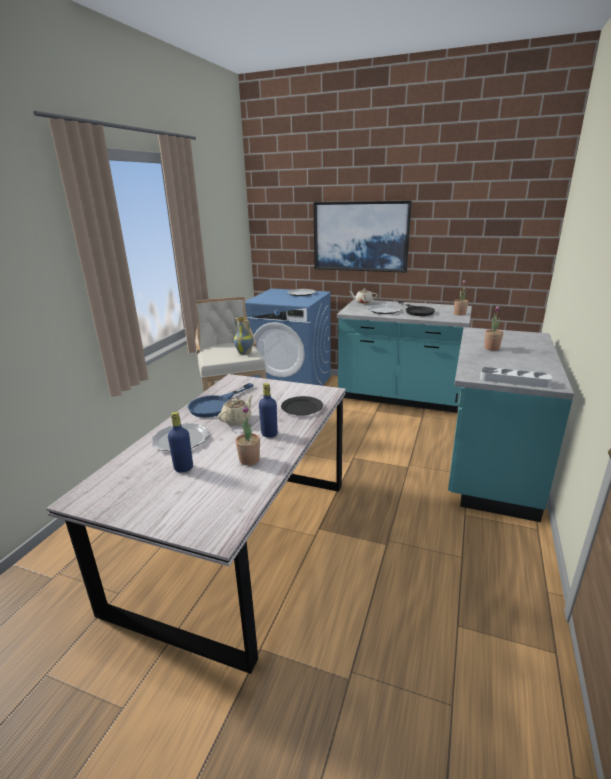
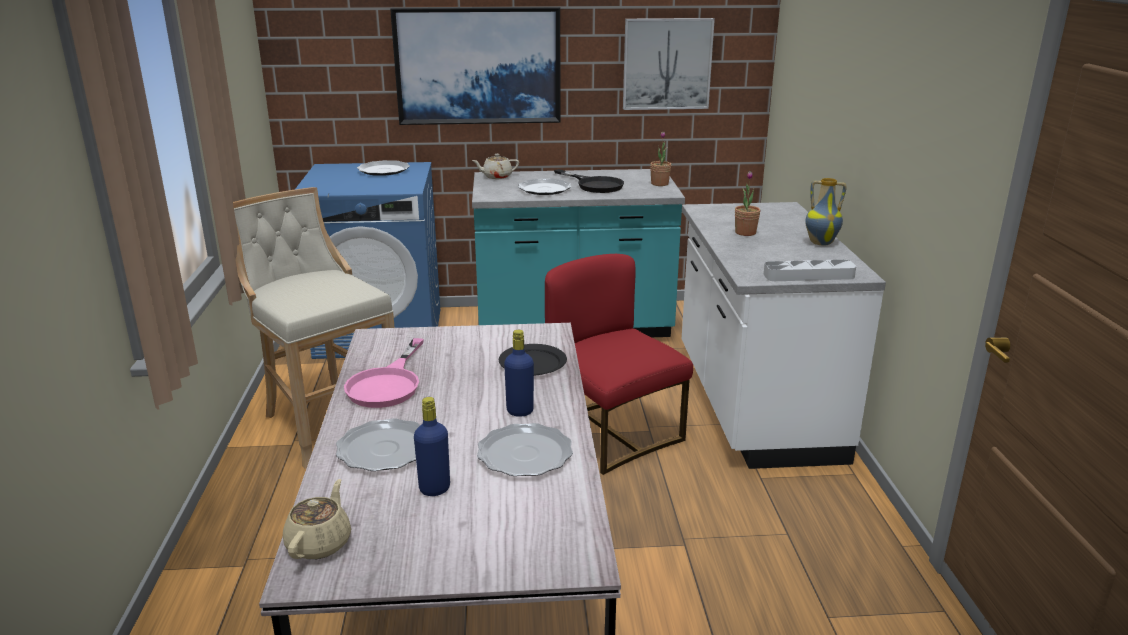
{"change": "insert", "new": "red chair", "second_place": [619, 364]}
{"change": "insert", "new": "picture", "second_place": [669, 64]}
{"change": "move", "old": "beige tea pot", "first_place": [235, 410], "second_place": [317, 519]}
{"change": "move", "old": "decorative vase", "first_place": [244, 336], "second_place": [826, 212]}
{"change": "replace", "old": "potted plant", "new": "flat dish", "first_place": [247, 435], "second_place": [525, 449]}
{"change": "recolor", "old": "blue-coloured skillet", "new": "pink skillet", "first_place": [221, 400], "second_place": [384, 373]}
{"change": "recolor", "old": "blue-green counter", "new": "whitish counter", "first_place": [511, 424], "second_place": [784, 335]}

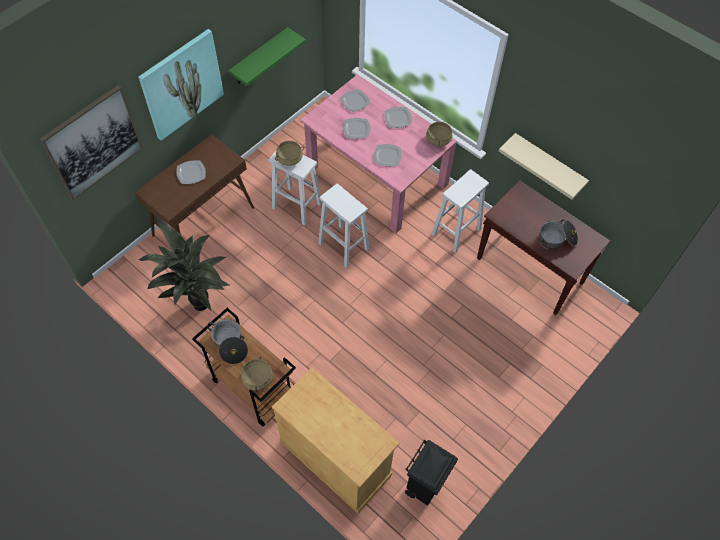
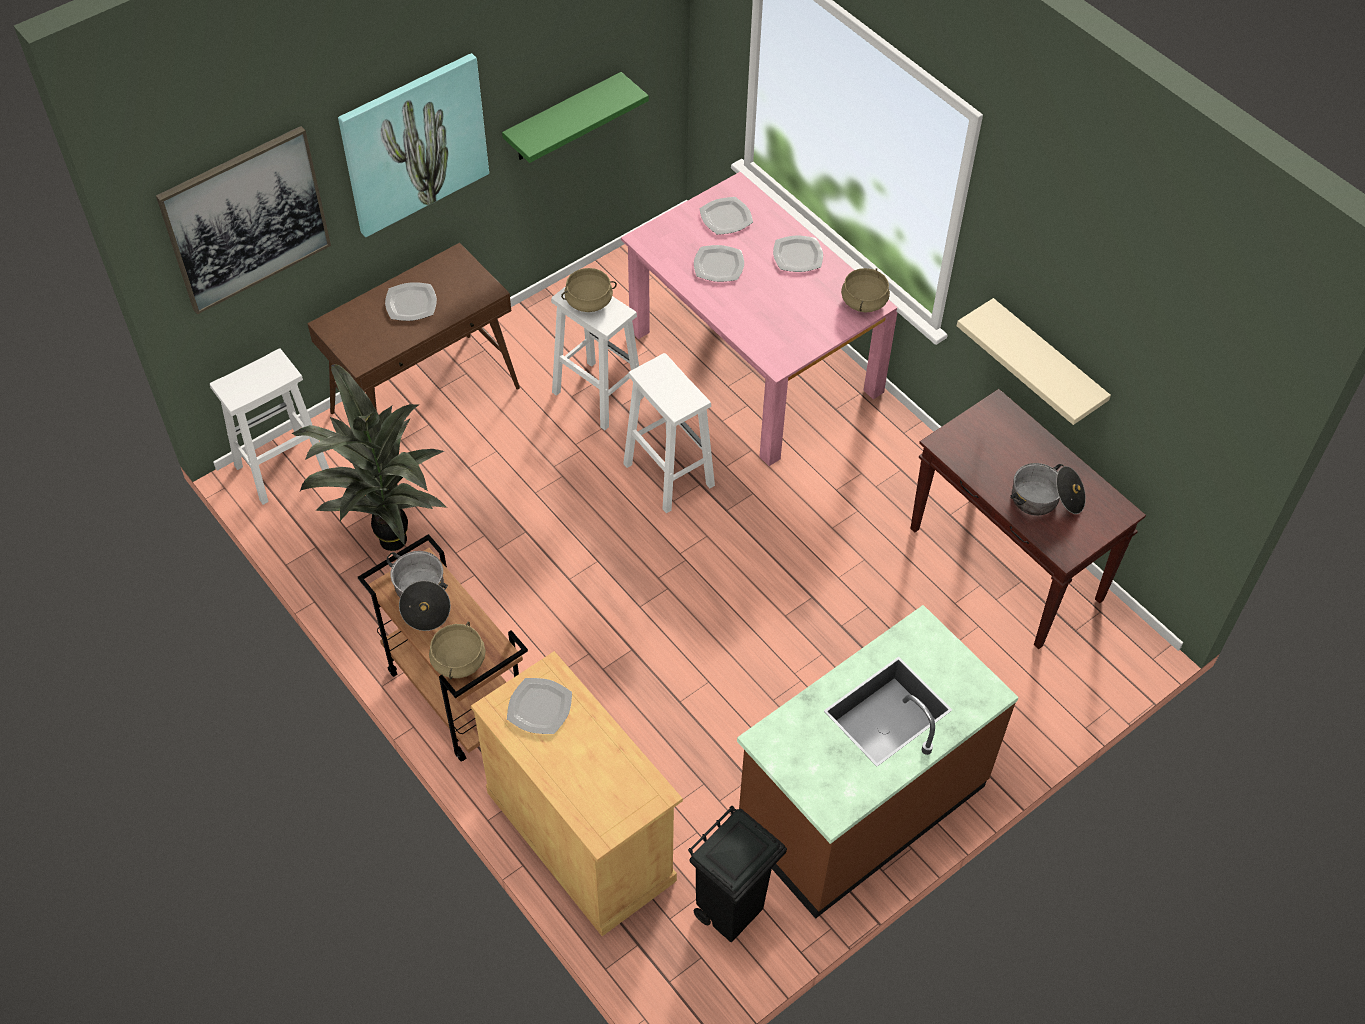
{"change": "insert", "new": "brown-coloured counter", "second_place": [878, 762]}
{"change": "move", "old": "flat dish", "first_place": [388, 155], "second_place": [539, 706]}
{"change": "move", "old": "whitish sitting stool", "first_place": [460, 211], "second_place": [269, 427]}

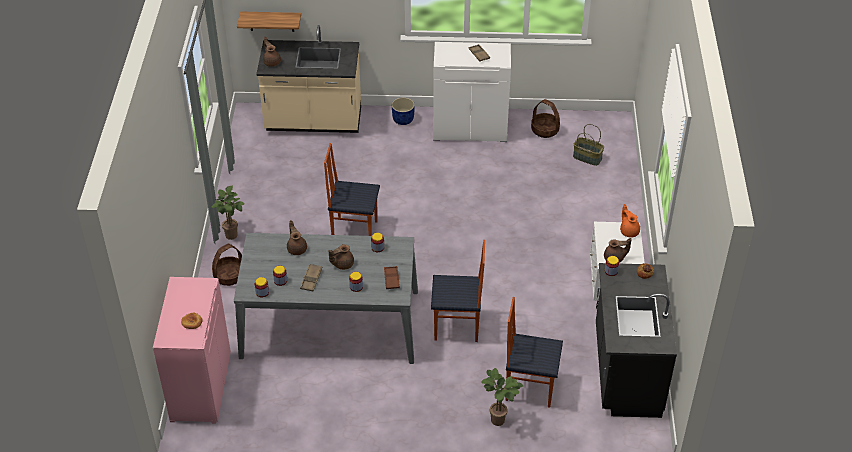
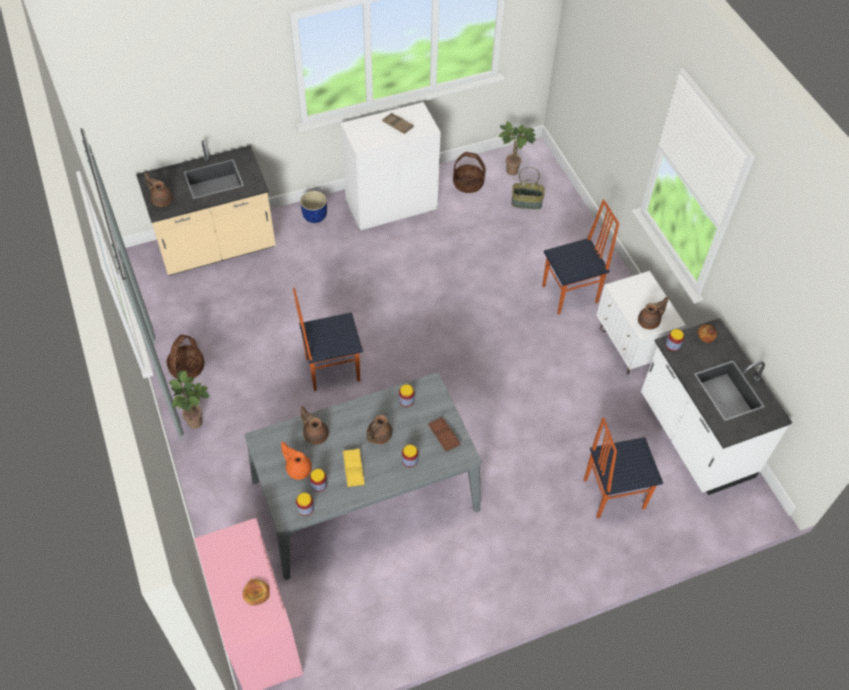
{"change": "delete", "old": "wall shelf", "first_place": [269, 22]}
{"change": "move", "old": "storage basket", "first_place": [227, 265], "second_place": [186, 356]}
{"change": "move", "old": "chair", "first_place": [458, 291], "second_place": [580, 257]}
{"change": "move", "old": "potted plant", "first_place": [502, 397], "second_place": [517, 148]}
{"change": "move", "old": "orangey tea pot", "first_place": [630, 220], "second_place": [296, 461]}
{"change": "recolor", "old": "brown-coloured carrying tray", "new": "yellow-coloured carrying tray", "first_place": [311, 277], "second_place": [354, 468]}
{"change": "recolor", "old": "black-coloured counter", "new": "whitish counter", "first_place": [636, 340], "second_place": [716, 406]}

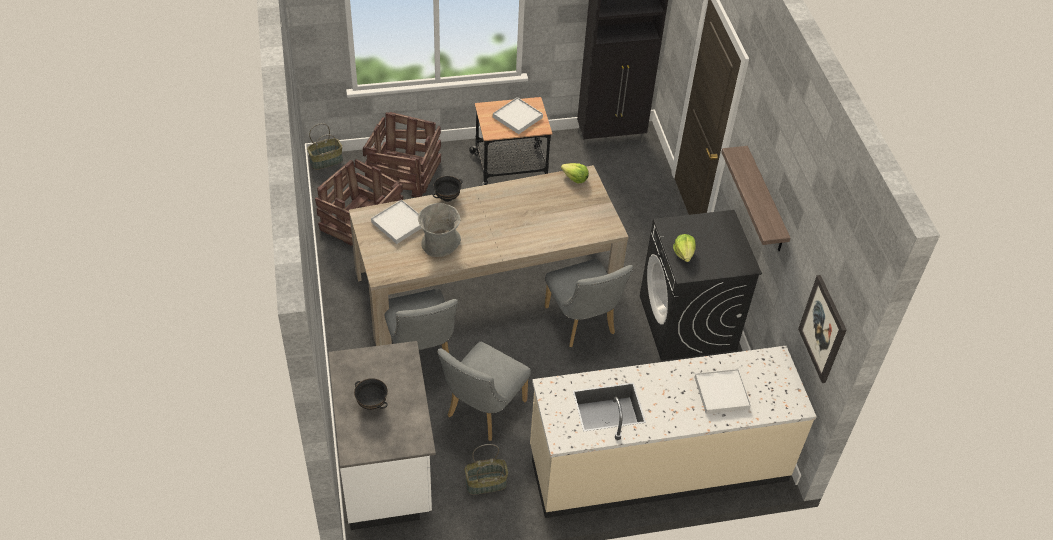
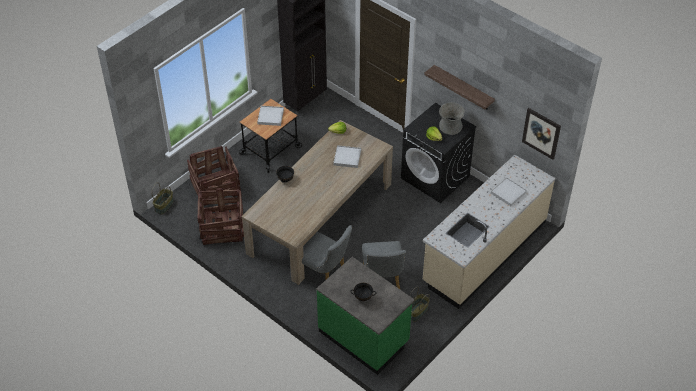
{"change": "delete", "old": "grey chair", "first_place": [589, 303]}
{"change": "move", "old": "whitish carrying tray", "first_place": [396, 222], "second_place": [347, 156]}
{"change": "move", "old": "grey decorative vase", "first_place": [439, 230], "second_place": [452, 118]}
{"change": "recolor", "old": "whitish counter", "new": "green counter", "first_place": [382, 435], "second_place": [365, 316]}

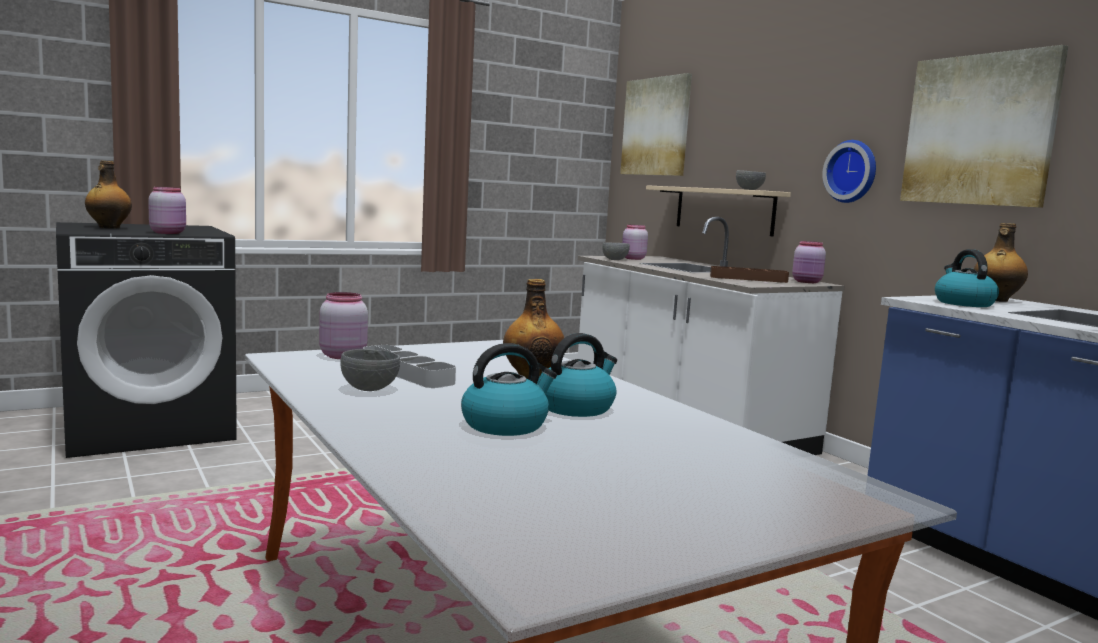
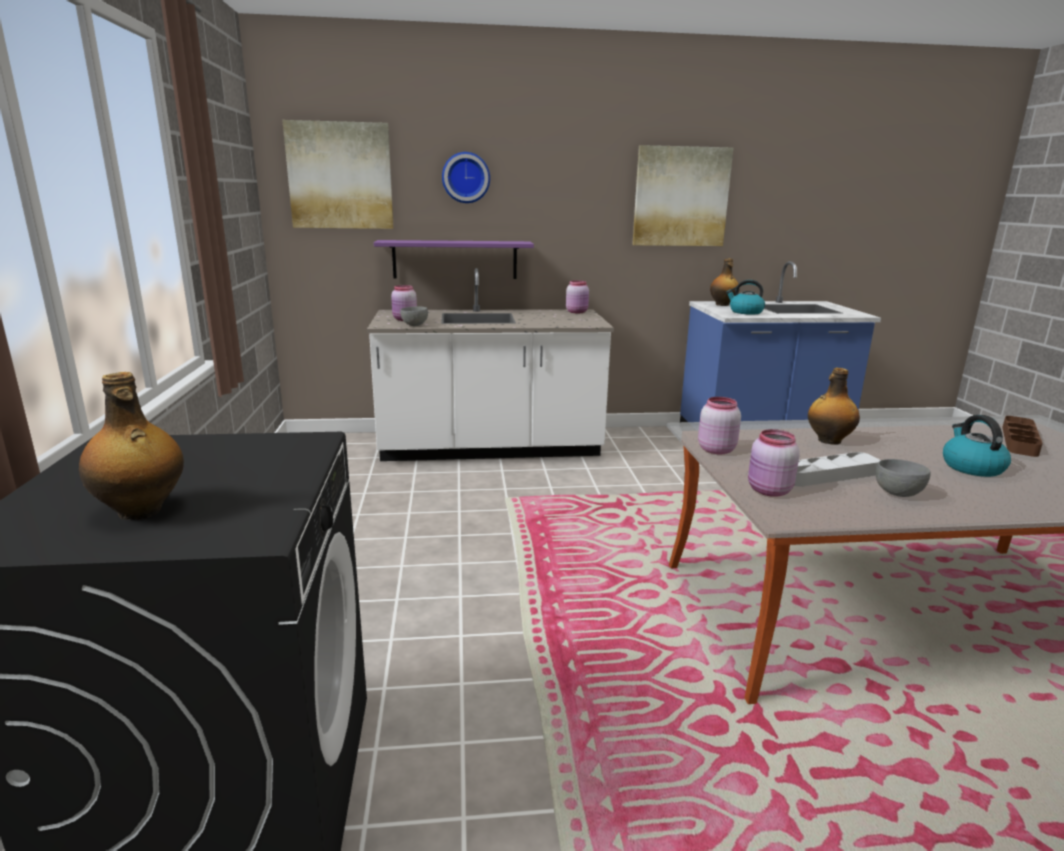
{"change": "delete", "old": "kettle", "first_place": [581, 375]}
{"change": "delete", "old": "grey serving bowl", "first_place": [751, 180]}
{"change": "move", "old": "pink jar", "first_place": [167, 210], "second_place": [719, 425]}
{"change": "move", "old": "brown-coloured carrying tray", "first_place": [749, 274], "second_place": [1022, 436]}
{"change": "move", "old": "wall clock", "first_place": [849, 171], "second_place": [466, 177]}
{"change": "recolor", "old": "beige wall shelf", "new": "purple wall shelf", "first_place": [718, 211], "second_place": [454, 259]}

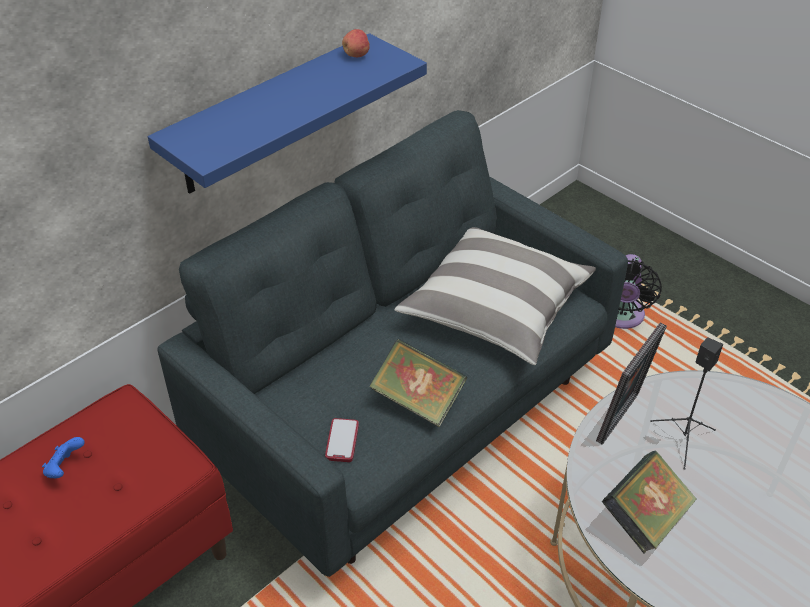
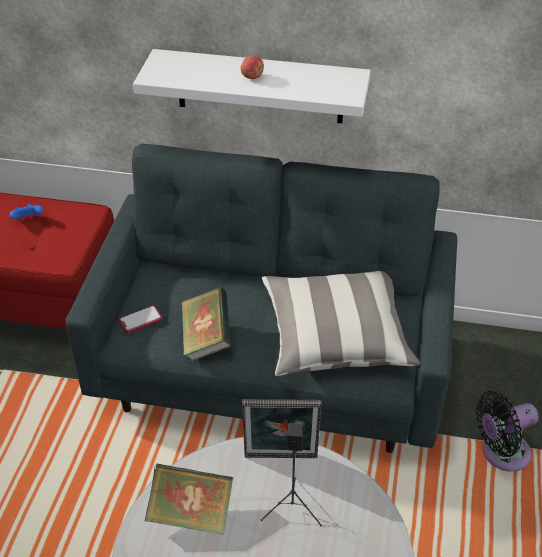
{"change": "move", "old": "whole apple", "first_place": [356, 43], "second_place": [252, 67]}
{"change": "recolor", "old": "blue-coloured wall shelf", "new": "whitish wall shelf", "first_place": [287, 113], "second_place": [252, 86]}

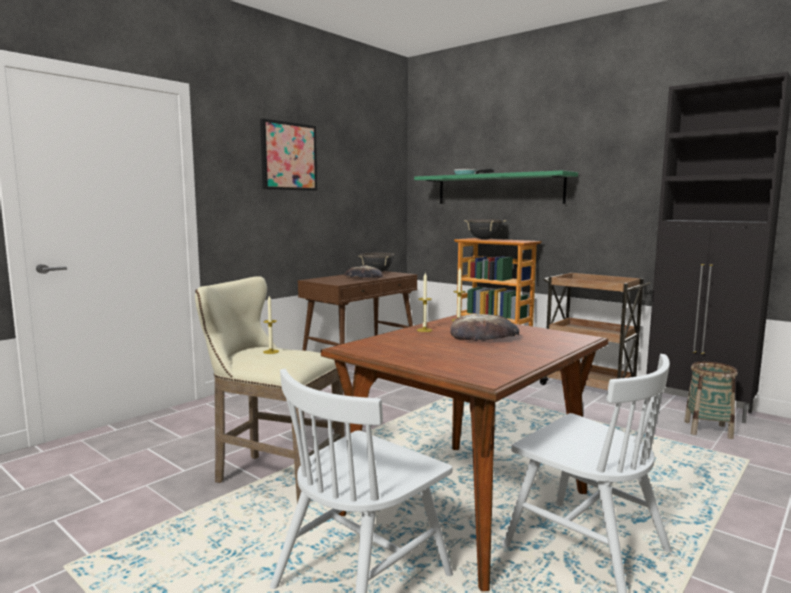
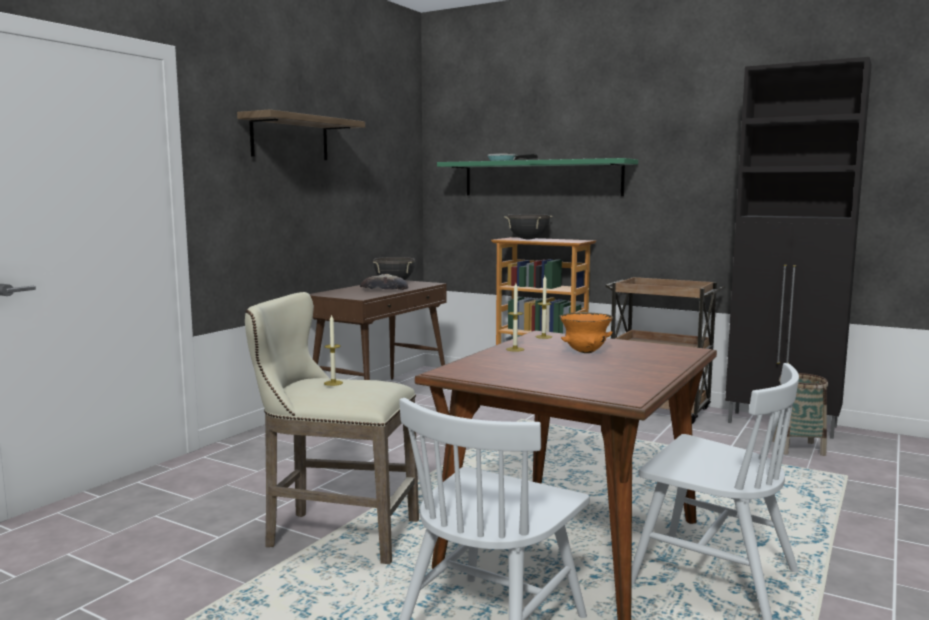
{"change": "replace", "old": "picture", "new": "wall shelf", "first_place": [288, 154], "second_place": [301, 134]}
{"change": "replace", "old": "bakery bread", "new": "orangey serving bowl", "first_place": [484, 327], "second_place": [586, 332]}

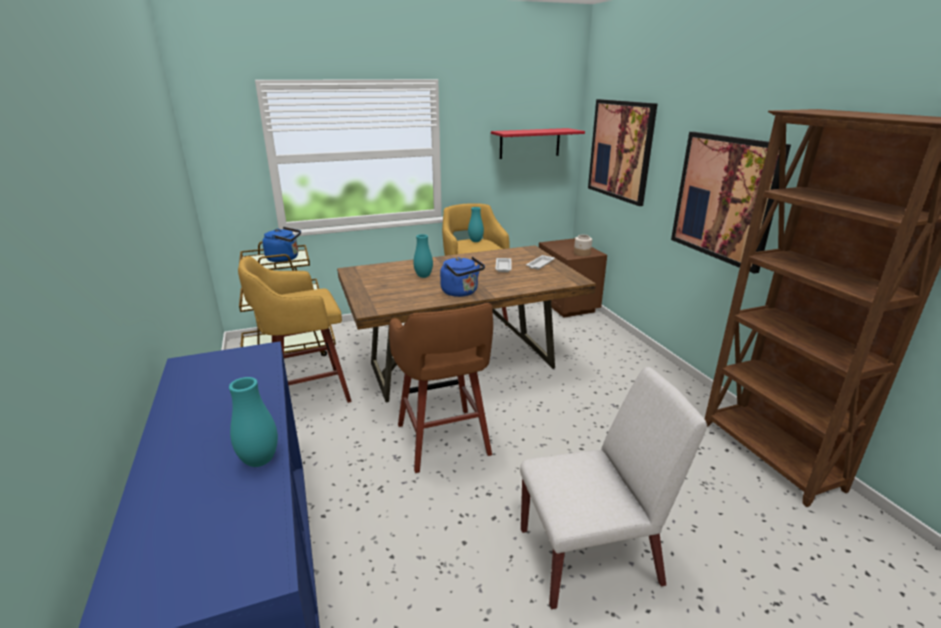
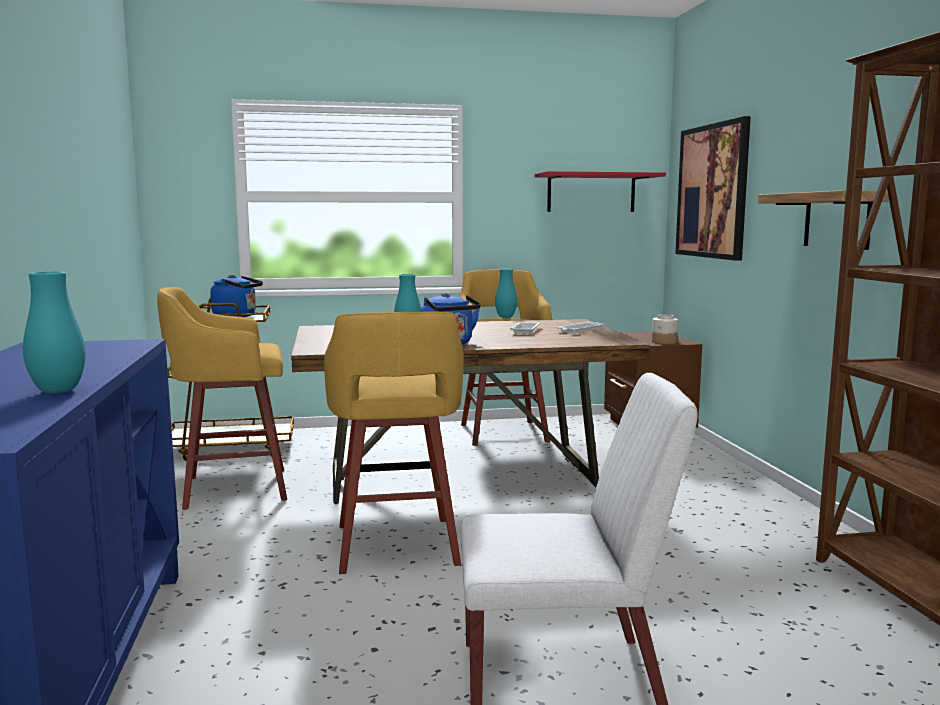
{"change": "replace", "old": "picture", "new": "wall shelf", "first_place": [731, 203], "second_place": [823, 220]}
{"change": "recolor", "old": "brown-coloured sitting stool", "new": "yellow-coloured sitting stool", "first_place": [441, 388], "second_place": [394, 443]}

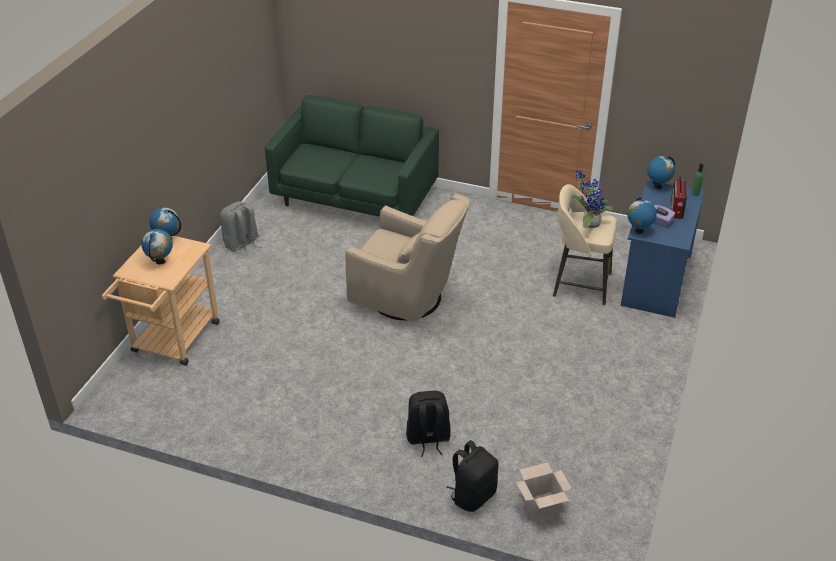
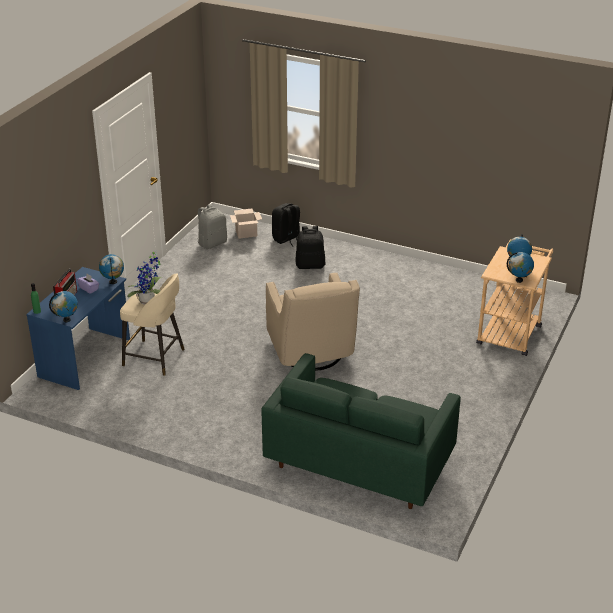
{"change": "move", "old": "grey knapsack", "first_place": [240, 228], "second_place": [212, 226]}
{"change": "rotate", "old": "beige lounge chair", "first_place": [408, 257], "second_place": [313, 322], "degrees": -135}

